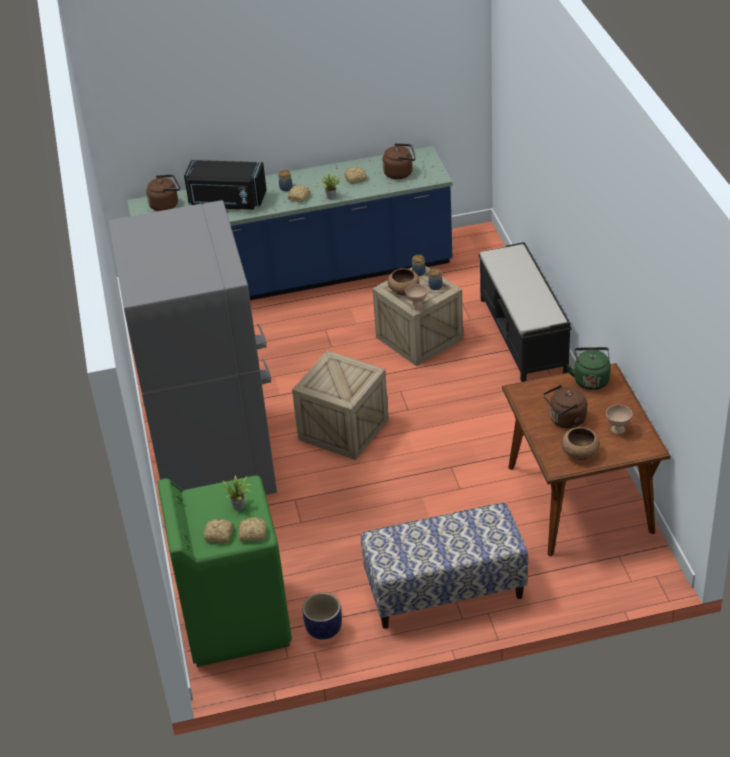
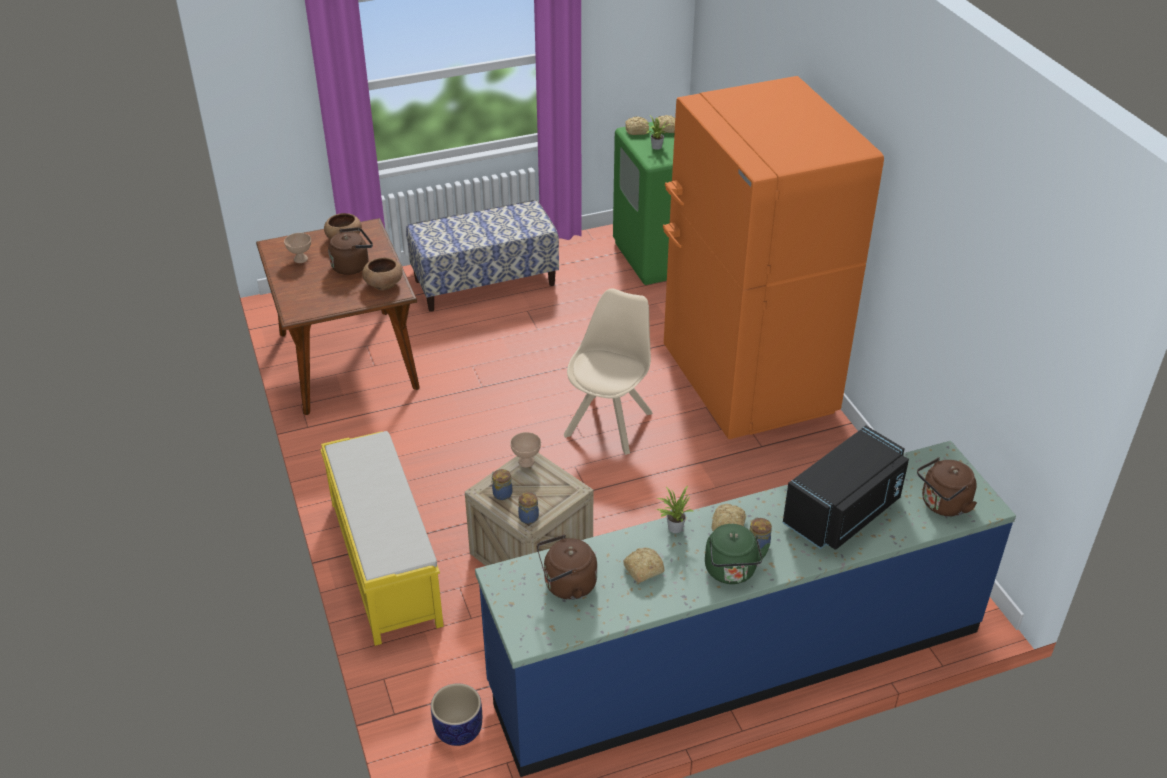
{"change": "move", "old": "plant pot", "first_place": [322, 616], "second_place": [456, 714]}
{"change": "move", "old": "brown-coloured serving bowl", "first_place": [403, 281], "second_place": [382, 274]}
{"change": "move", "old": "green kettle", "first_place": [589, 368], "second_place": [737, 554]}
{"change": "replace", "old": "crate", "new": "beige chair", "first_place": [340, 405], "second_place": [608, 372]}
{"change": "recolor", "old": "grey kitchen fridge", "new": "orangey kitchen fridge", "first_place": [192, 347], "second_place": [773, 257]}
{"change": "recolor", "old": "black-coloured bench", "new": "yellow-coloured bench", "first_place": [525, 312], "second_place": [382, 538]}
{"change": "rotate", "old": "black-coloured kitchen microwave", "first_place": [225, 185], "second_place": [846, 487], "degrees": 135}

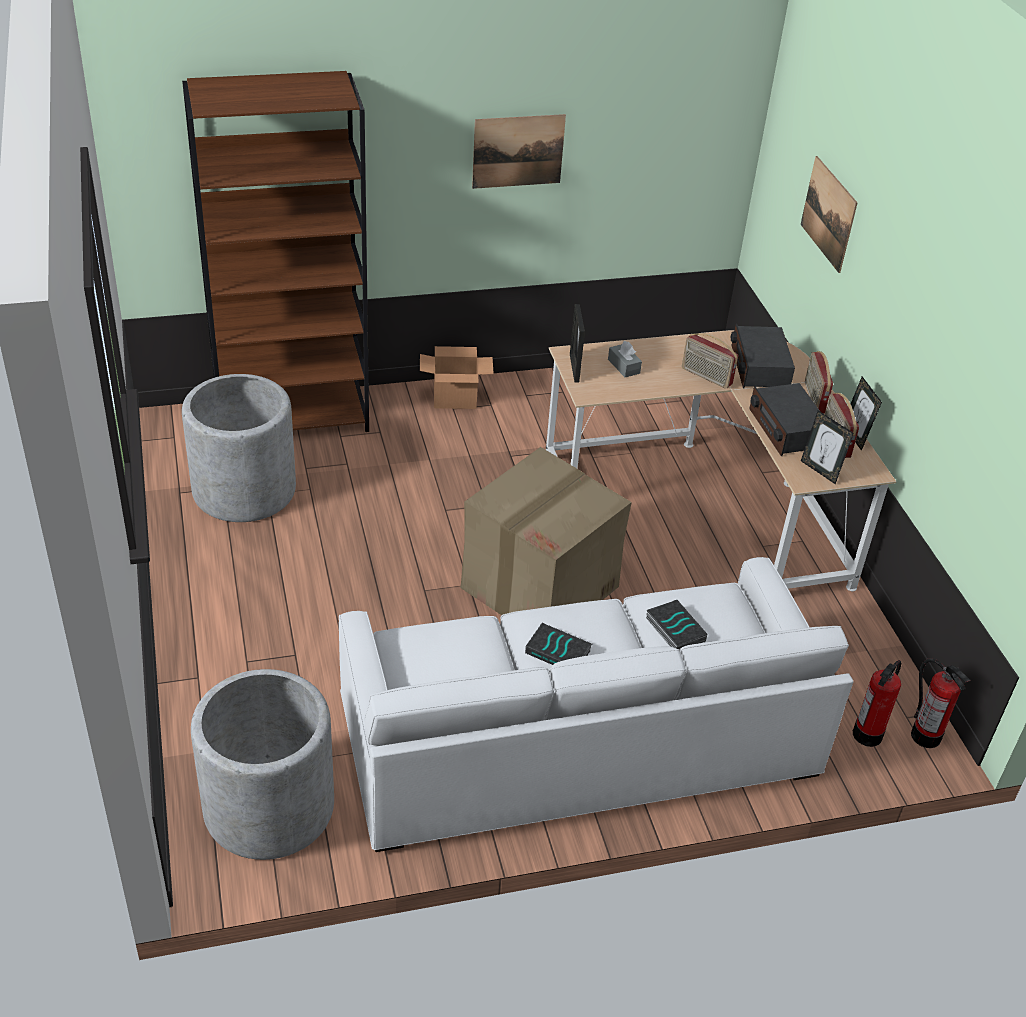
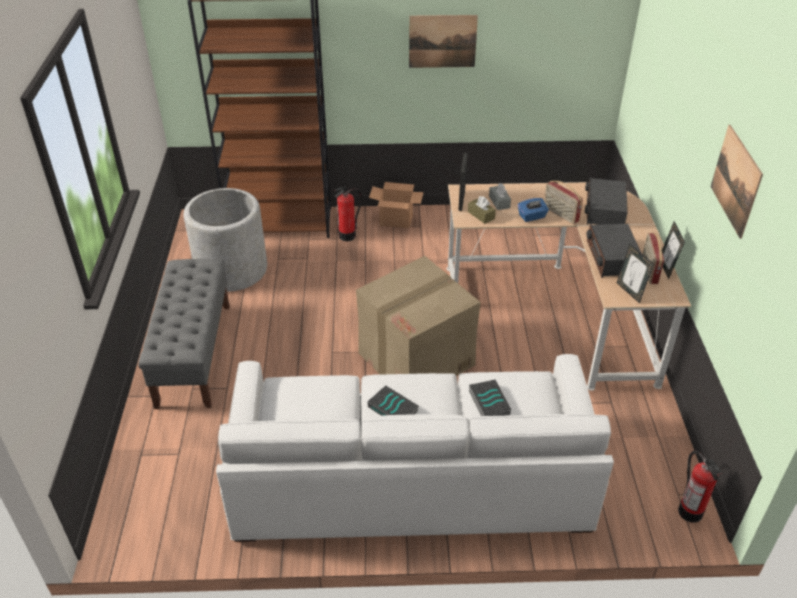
{"change": "delete", "old": "grey plant pot", "first_place": [262, 764]}
{"change": "delete", "old": "radio", "first_place": [819, 382]}
{"change": "insert", "new": "grey bench", "second_place": [184, 334]}
{"change": "insert", "new": "brown-coloured box of tissues", "second_place": [482, 210]}
{"change": "insert", "new": "blue-coloured box of tissues", "second_place": [533, 210]}
{"change": "move", "old": "picture", "first_place": [829, 214], "second_place": [737, 182]}
{"change": "move", "old": "extinguisher", "first_place": [877, 703], "second_place": [348, 214]}

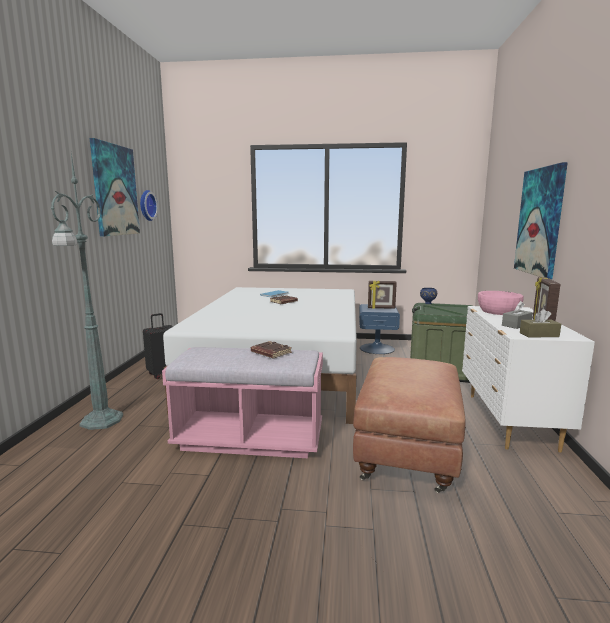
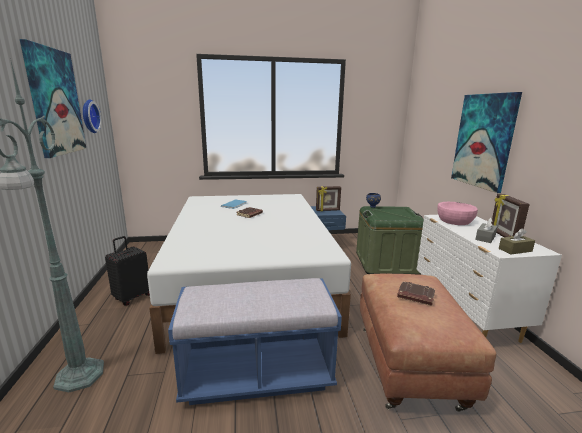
{"change": "move", "old": "brown-coloured book", "first_place": [271, 349], "second_place": [416, 293]}
{"change": "recolor", "old": "pink bench", "new": "blue-coloured bench", "first_place": [242, 402], "second_place": [255, 341]}

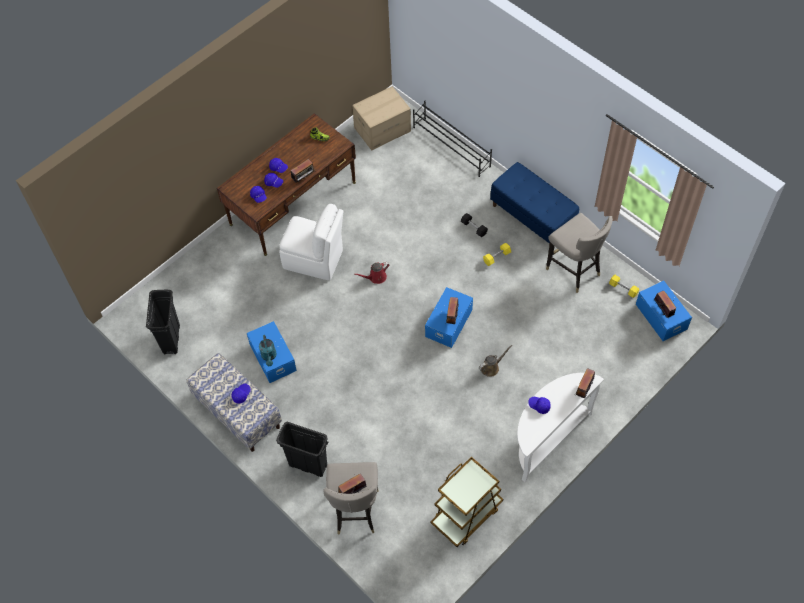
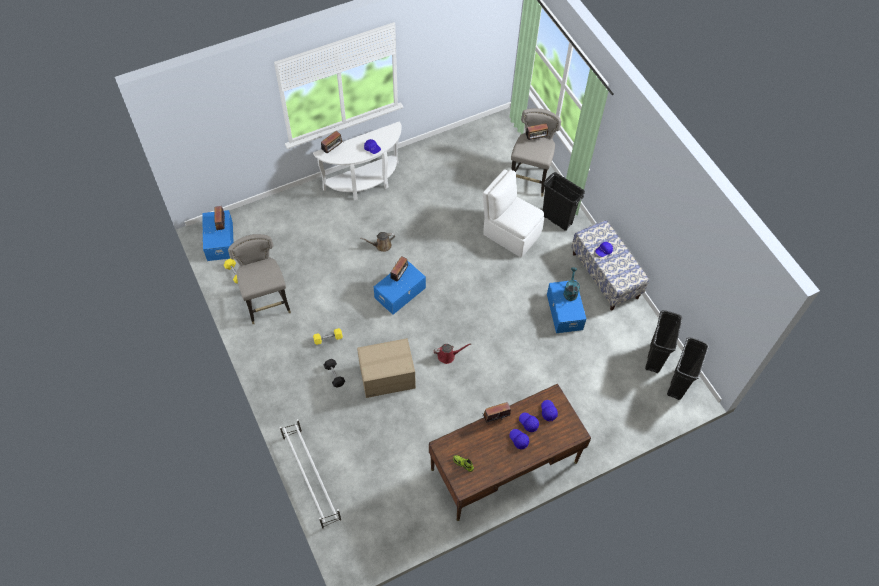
{"change": "delete", "old": "brown-coloured wheeled cart", "first_place": [466, 502]}
{"change": "delete", "old": "blue-coloured bench", "first_place": [534, 204]}
{"change": "insert", "new": "black-coloured waste bin", "second_place": [688, 368]}
{"change": "move", "old": "whitish chair", "first_place": [311, 242], "second_place": [513, 213]}
{"change": "move", "old": "cardboard box", "first_place": [381, 118], "second_place": [386, 368]}
{"change": "recolor", "old": "black-coloured shoe stand", "new": "whitish shoe stand", "first_place": [452, 139], "second_place": [310, 474]}

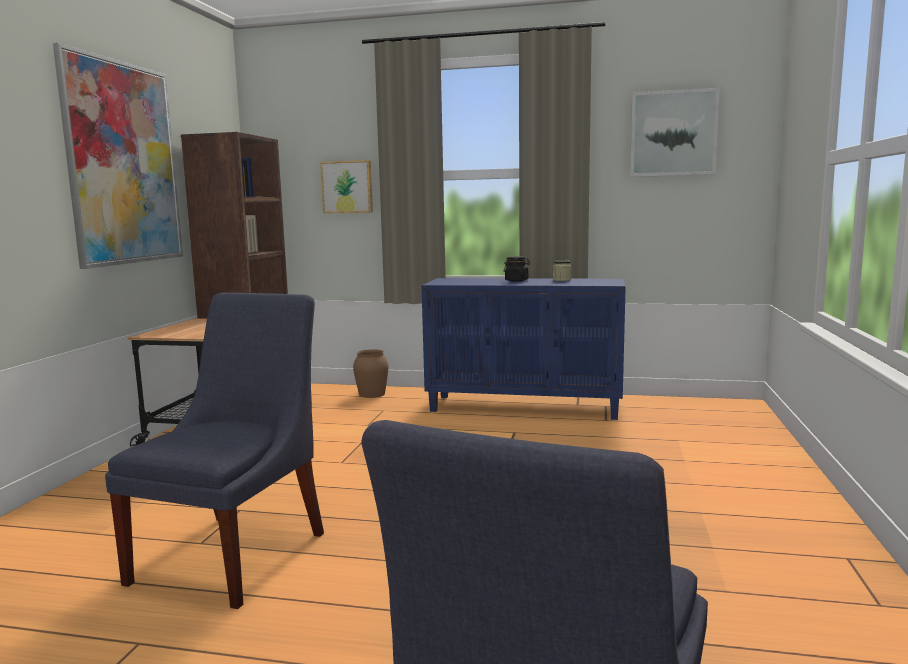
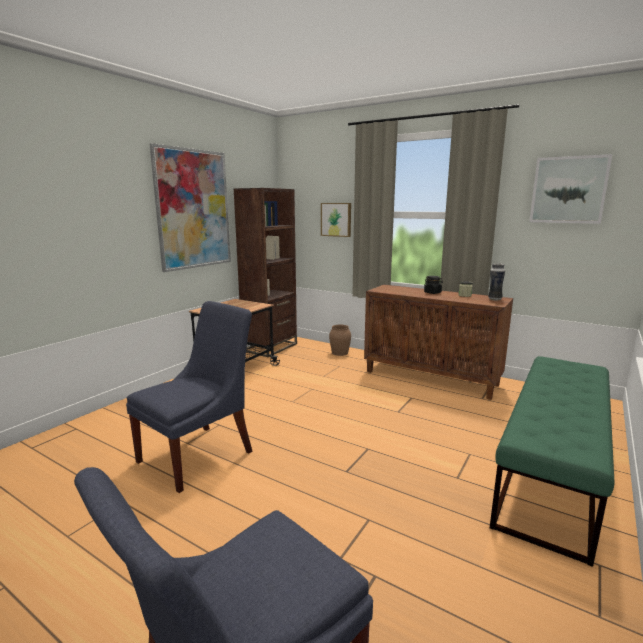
{"change": "insert", "new": "decorative vase", "second_place": [496, 282]}
{"change": "insert", "new": "green bench", "second_place": [552, 461]}
{"change": "recolor", "old": "blue-coloured cabinet", "new": "brown-coloured cabinet", "first_place": [523, 349], "second_place": [438, 342]}

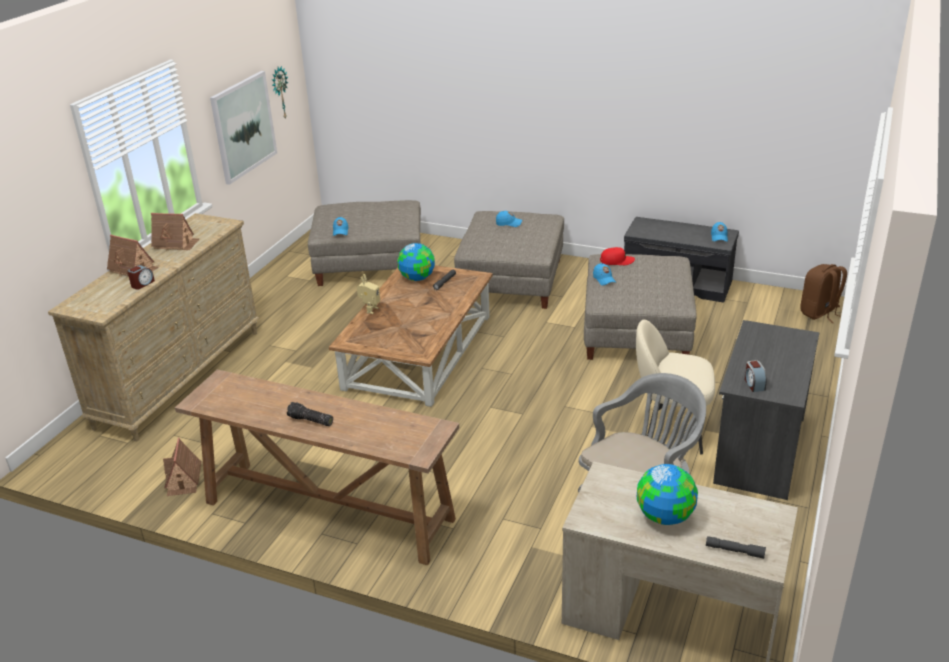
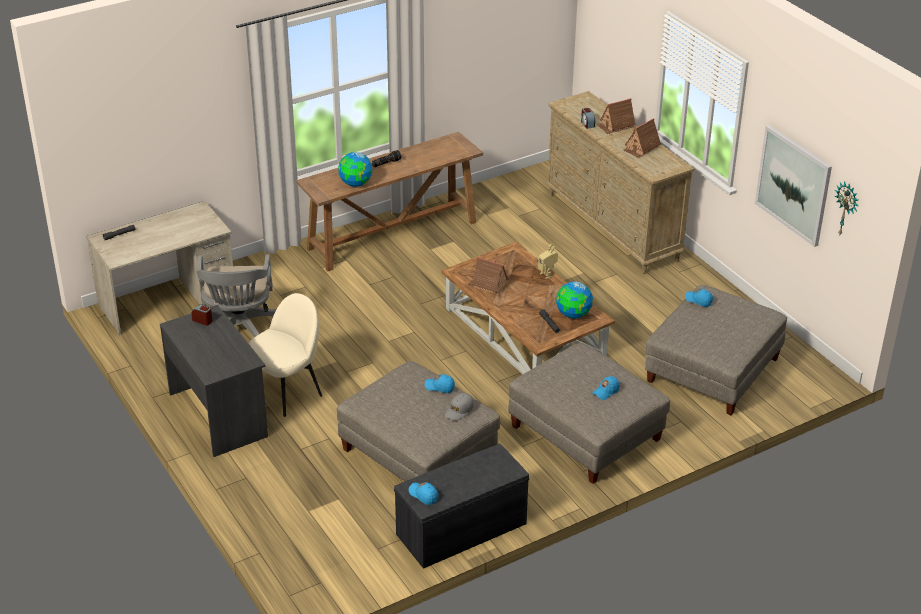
{"change": "delete", "old": "brown-coloured knapsack", "first_place": [823, 293]}
{"change": "move", "old": "toy house", "first_place": [182, 467], "second_place": [488, 275]}
{"change": "move", "old": "world globe", "first_place": [667, 494], "second_place": [355, 169]}
{"change": "recolor", "old": "red peaked cap", "new": "grey peaked cap", "first_place": [617, 256], "second_place": [459, 406]}

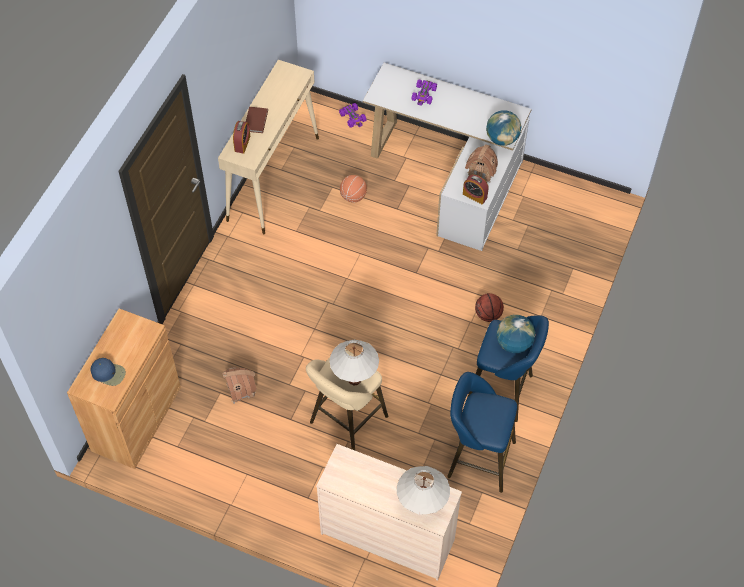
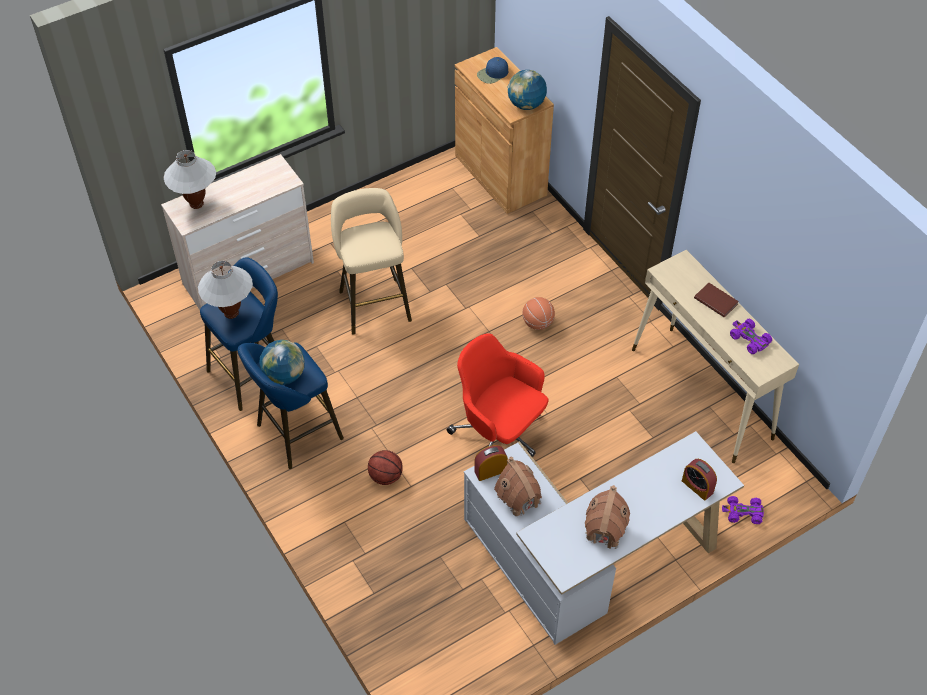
{"change": "insert", "new": "red computer chair", "second_place": [497, 395]}
{"change": "move", "old": "toy house", "first_place": [239, 385], "second_place": [607, 517]}
{"change": "move", "old": "table clock", "first_place": [241, 137], "second_place": [699, 480]}
{"change": "move", "old": "whitish table lamp", "first_place": [354, 362], "second_place": [225, 290]}
{"change": "move", "old": "basketball", "first_place": [353, 189], "second_place": [538, 313]}
{"change": "move", "old": "purple toy car", "first_place": [424, 92], "second_place": [751, 336]}
{"change": "move", "old": "world globe", "first_place": [504, 128], "second_place": [527, 90]}

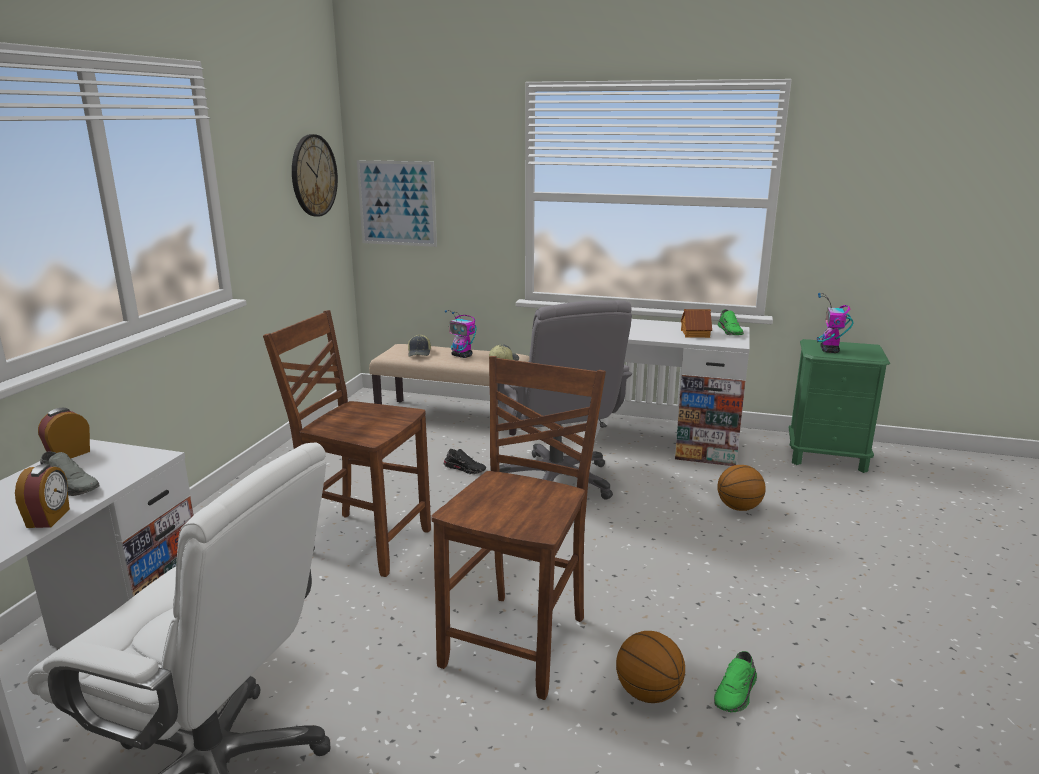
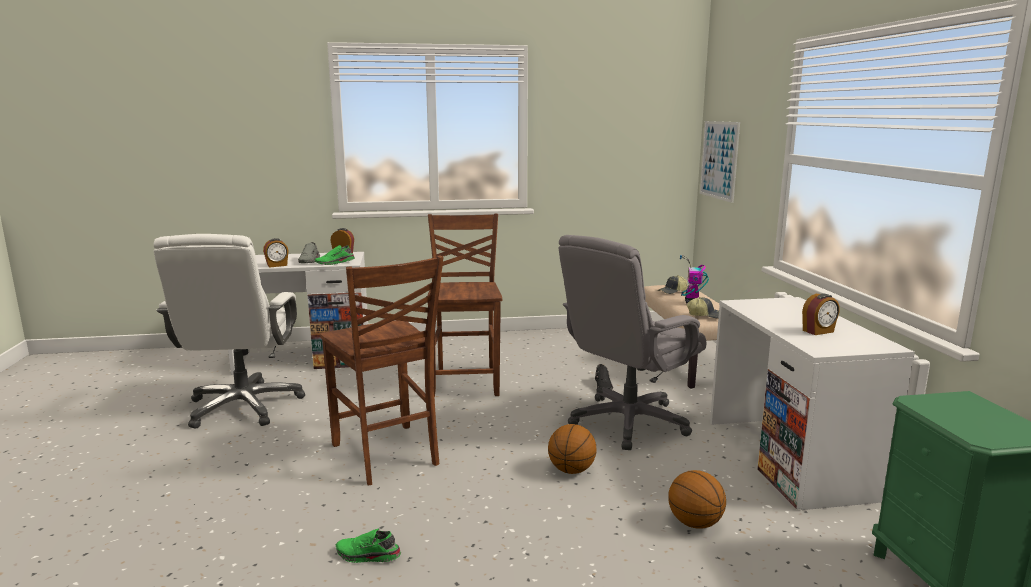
{"change": "delete", "old": "wall clock", "first_place": [315, 175]}
{"change": "delete", "old": "model robot", "first_place": [835, 323]}
{"change": "move", "old": "basketball", "first_place": [650, 667], "second_place": [572, 449]}
{"change": "move", "old": "green low shoe", "first_place": [731, 322], "second_place": [335, 255]}
{"change": "replace", "old": "toy house", "new": "table clock", "first_place": [696, 323], "second_place": [821, 314]}
{"change": "rotate", "old": "brown-coloured chair", "first_place": [519, 528], "second_place": [381, 370], "degrees": 60}

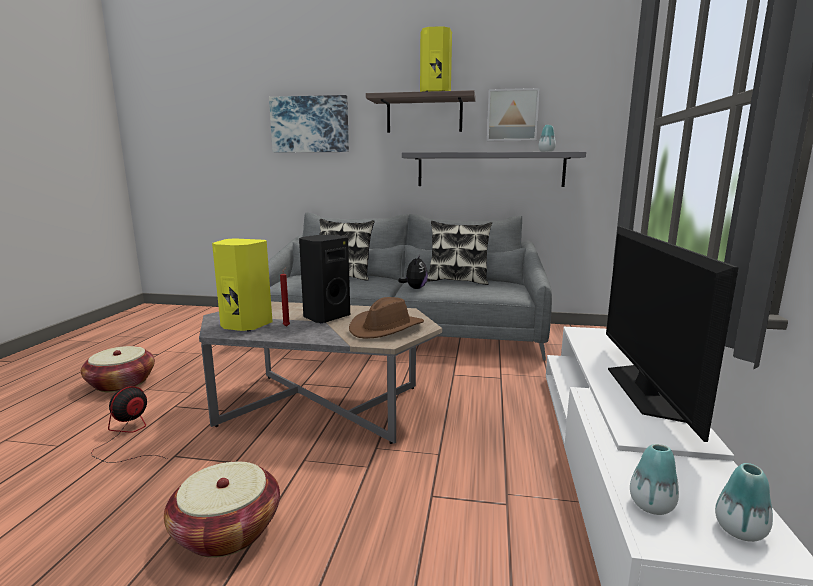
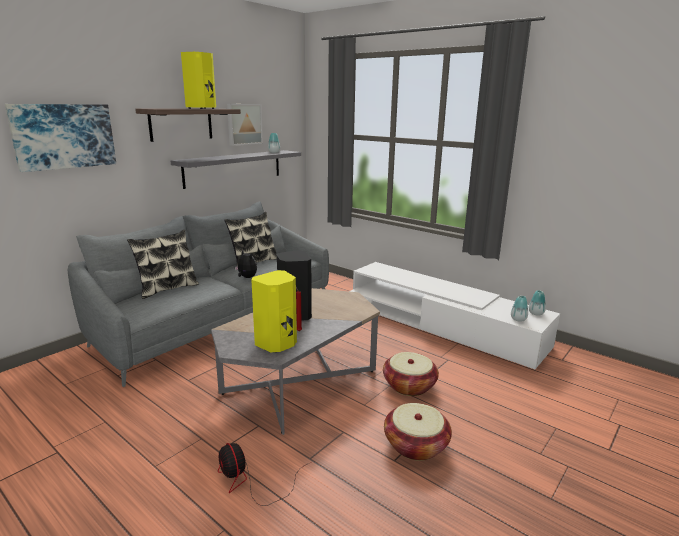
{"change": "delete", "old": "brown-coloured wearable hat", "first_place": [386, 317]}
{"change": "delete", "old": "television", "first_place": [672, 334]}
{"change": "move", "old": "storage basket", "first_place": [118, 369], "second_place": [411, 374]}

